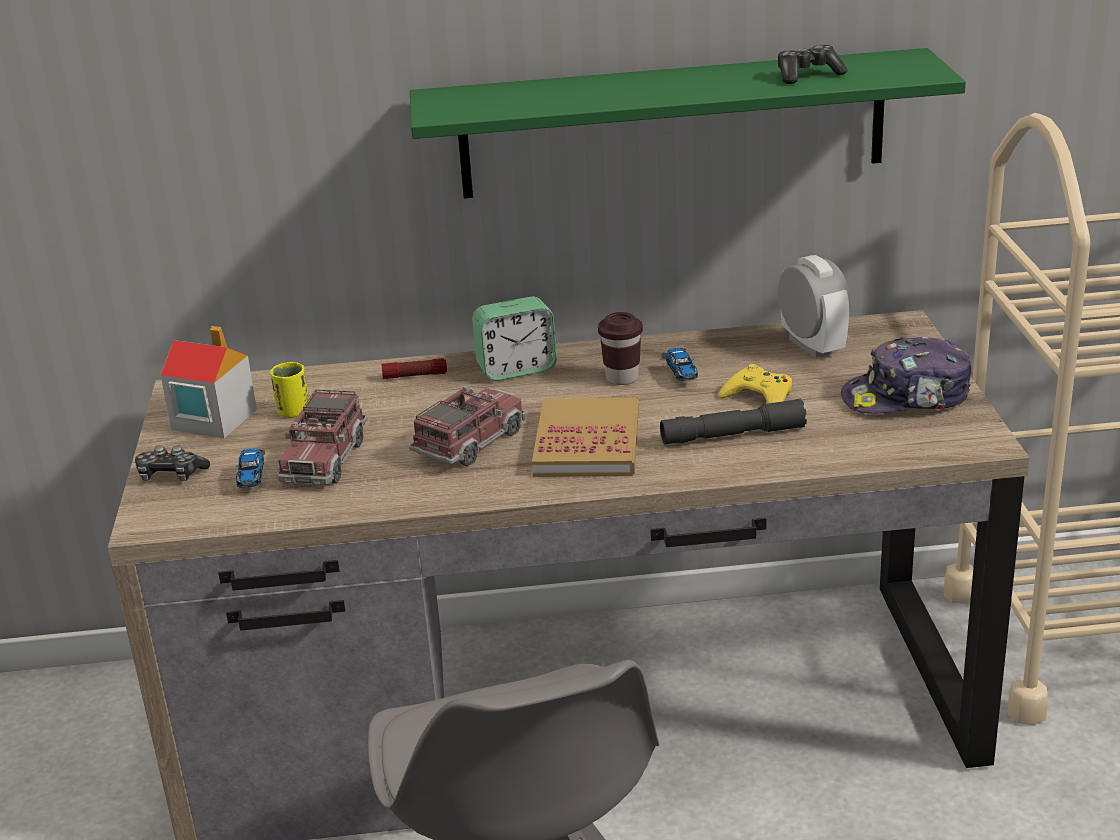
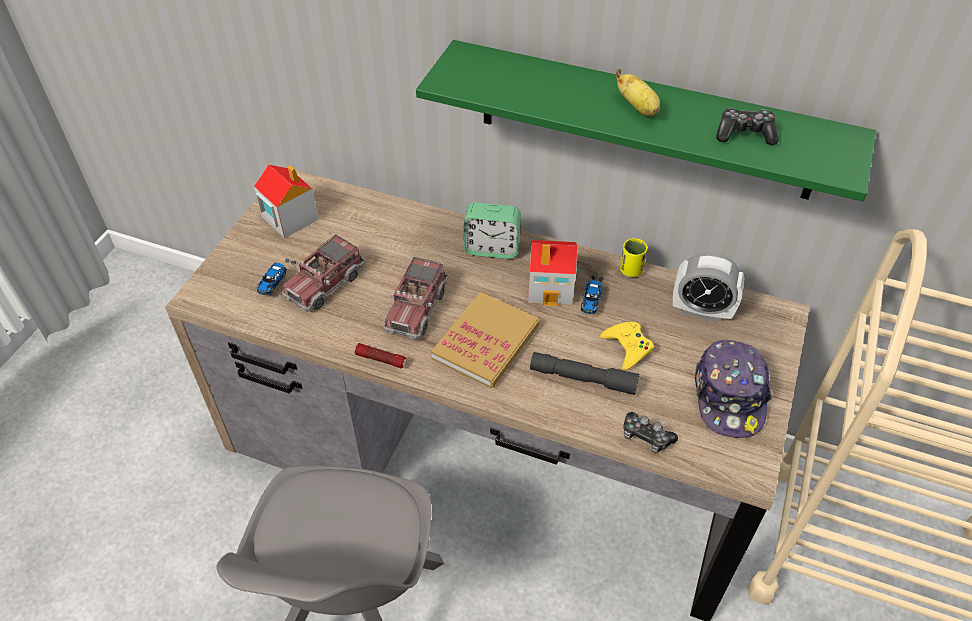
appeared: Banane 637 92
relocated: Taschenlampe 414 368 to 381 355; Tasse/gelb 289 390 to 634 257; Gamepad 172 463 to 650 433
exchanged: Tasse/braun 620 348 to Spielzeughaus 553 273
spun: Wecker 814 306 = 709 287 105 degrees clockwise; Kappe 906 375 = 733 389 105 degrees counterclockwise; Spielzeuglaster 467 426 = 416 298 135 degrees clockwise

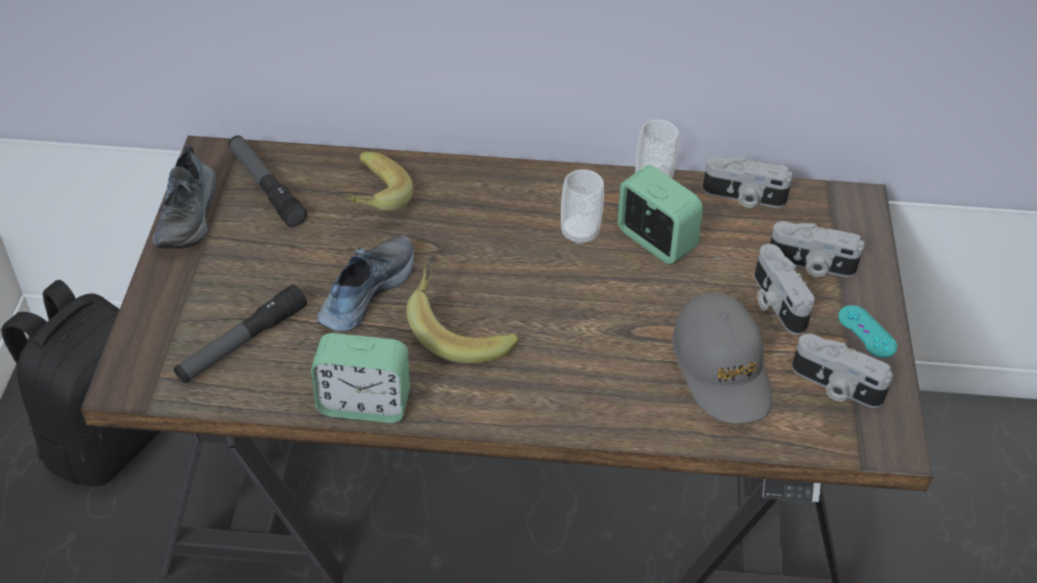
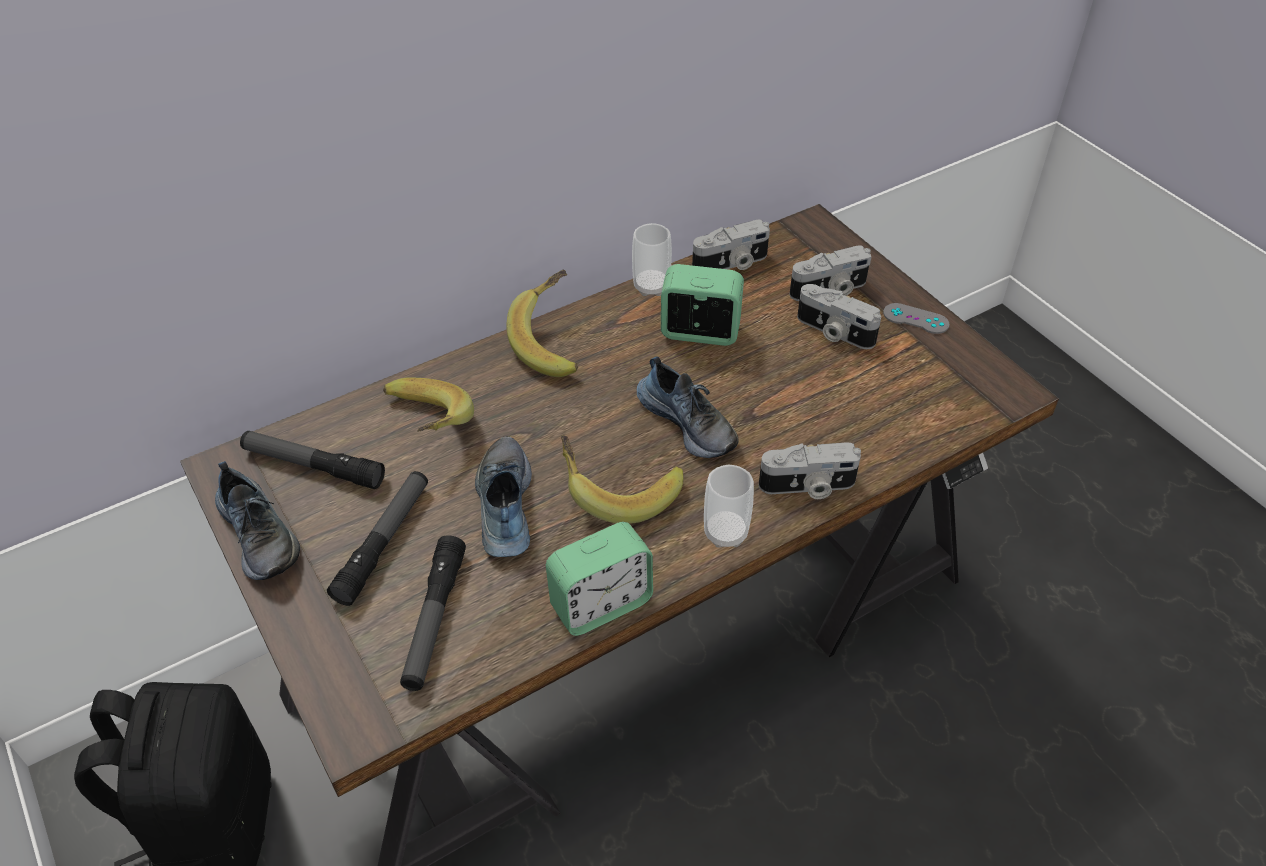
missing: Kappe/grau 723 358
appeared: Banane 542 323; Schuh 687 407; Taschenlampe 377 538
relocated: Tasse 582 207 to 729 506; Kamera 843 371 to 810 470
colour: Gamepad/türkis 867 331 to Gamepad/grau 916 318

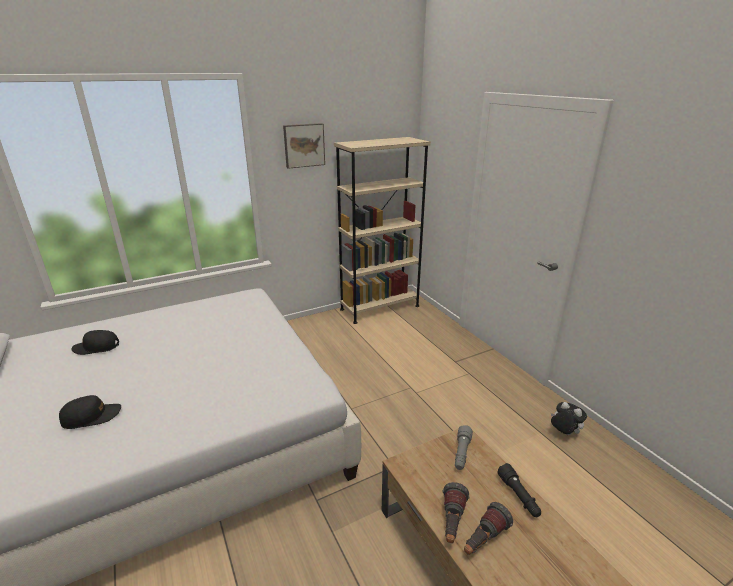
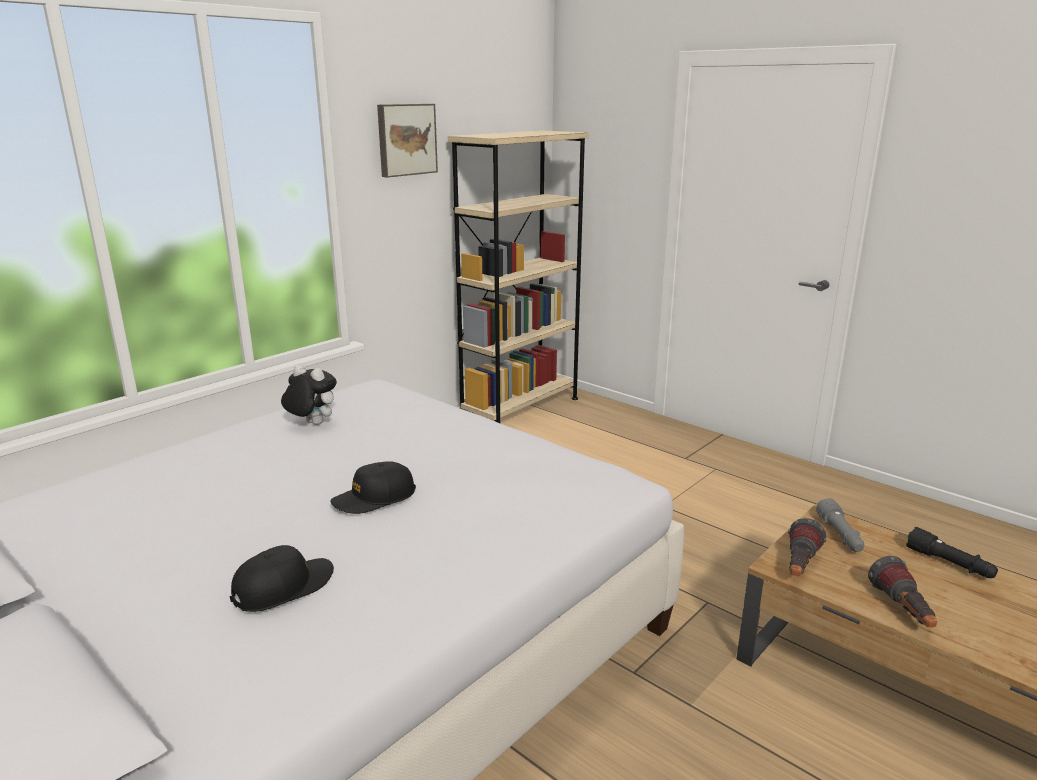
relocated: Kappe/schwarz 95 342 to 373 487; Plüschtier 569 418 to 309 395; Taschenlampe 488 528 to 807 547

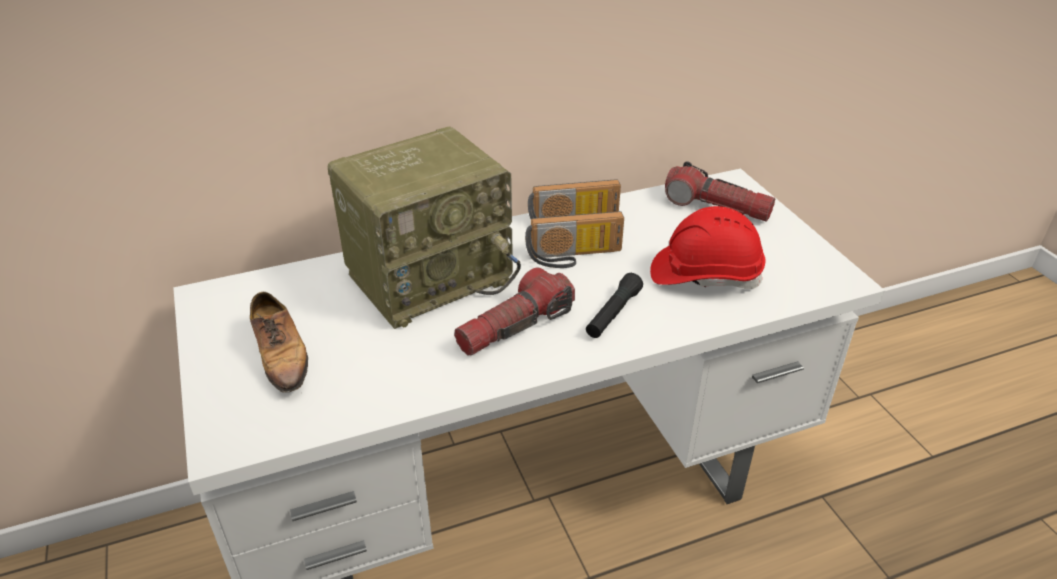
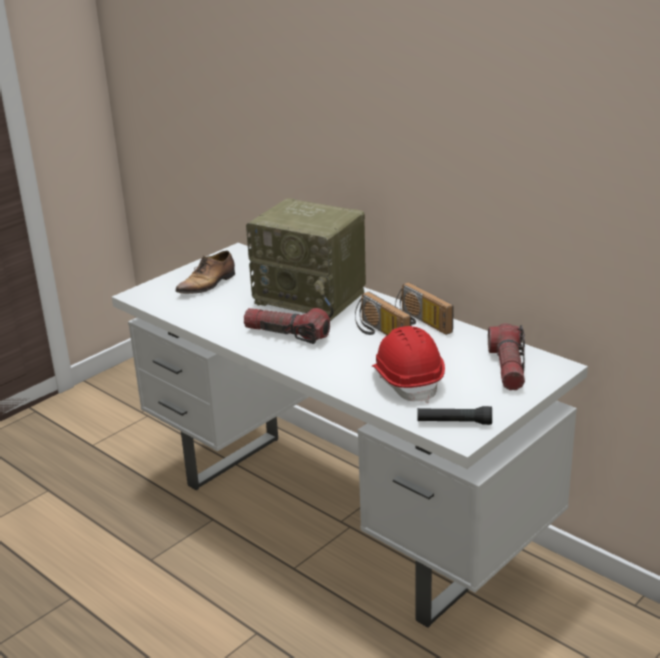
relocated: Taschenlampe/schwarz 614 305 to 454 415

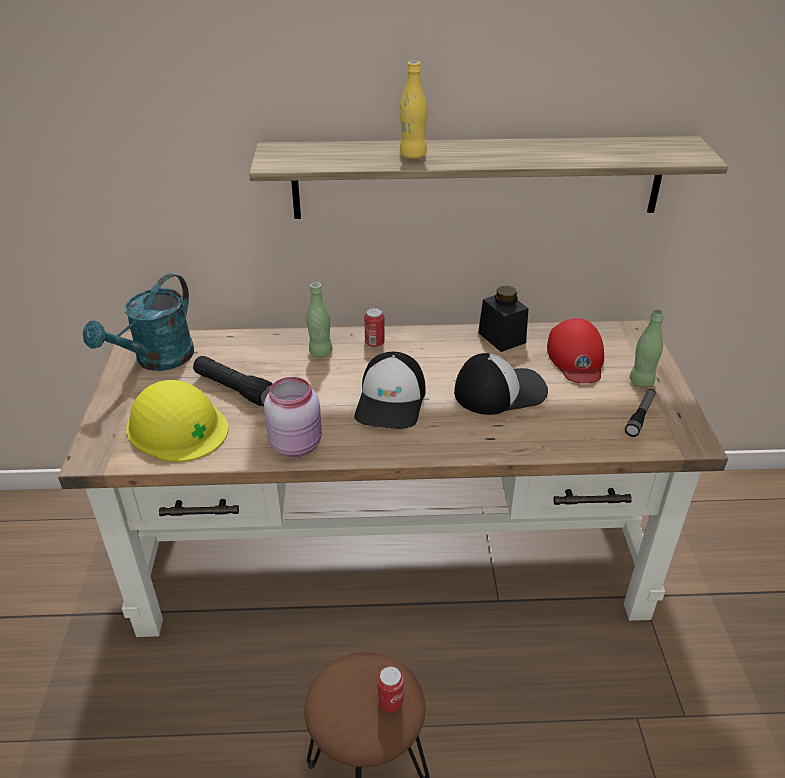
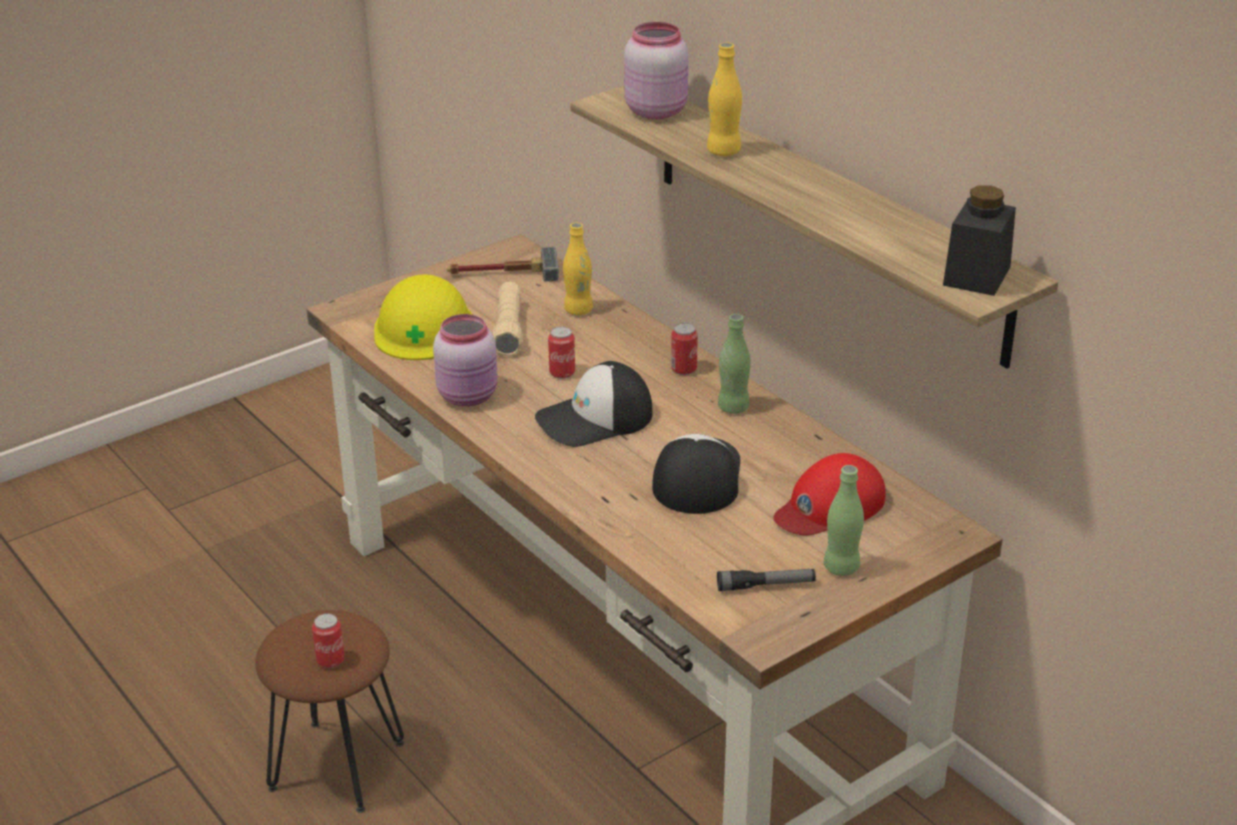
appeared: Vorratsglas/rosa 656 70; Flasche/gelb 578 269; Dose 561 353
relocated: Flasche/grün 319 319 to 734 364; Vorratsglas/schwarz 503 319 to 979 240
exchanged: Gießkanne/türkis 138 322 to Hammer 503 264
colour: Taschenlampe/schwarz 233 381 to Taschenlampe/beige 507 319
spun: Kappe 501 384 = 696 474 120 degrees counterclockwise

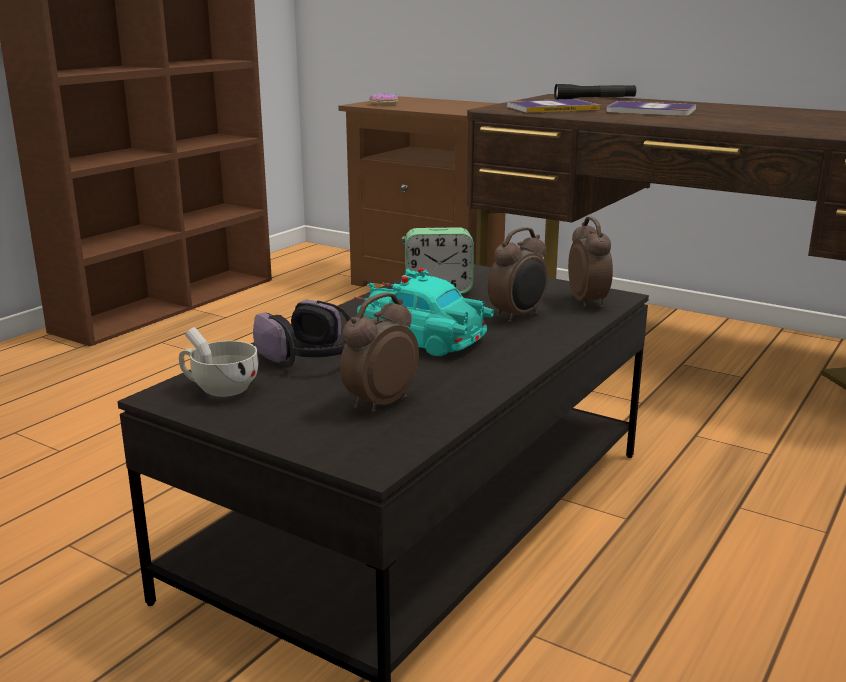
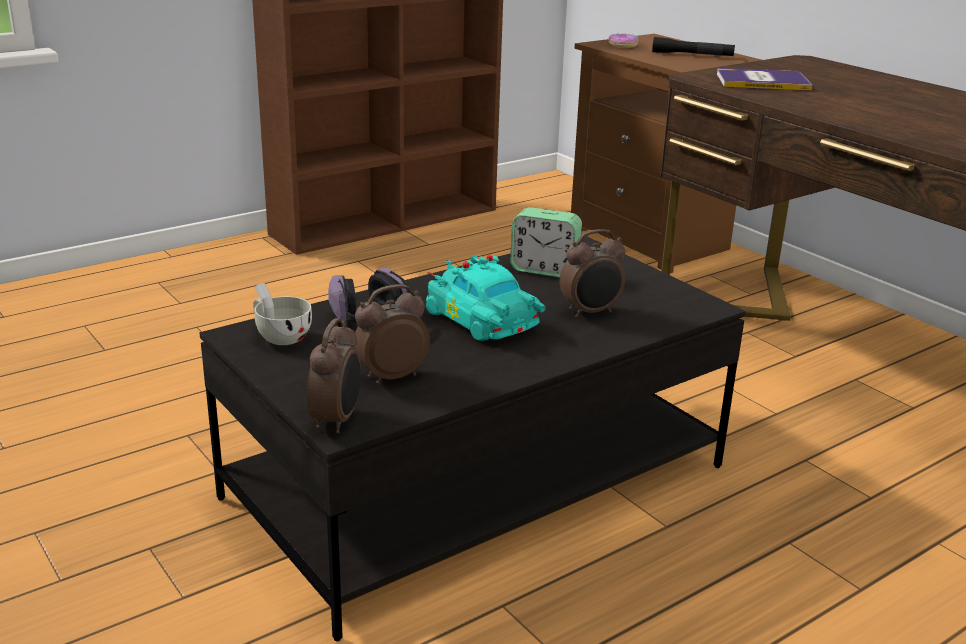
missing: Buch 651 108
relocated: Taschenlampe/schwarz 595 91 to 693 46; Wecker 590 262 to 334 376

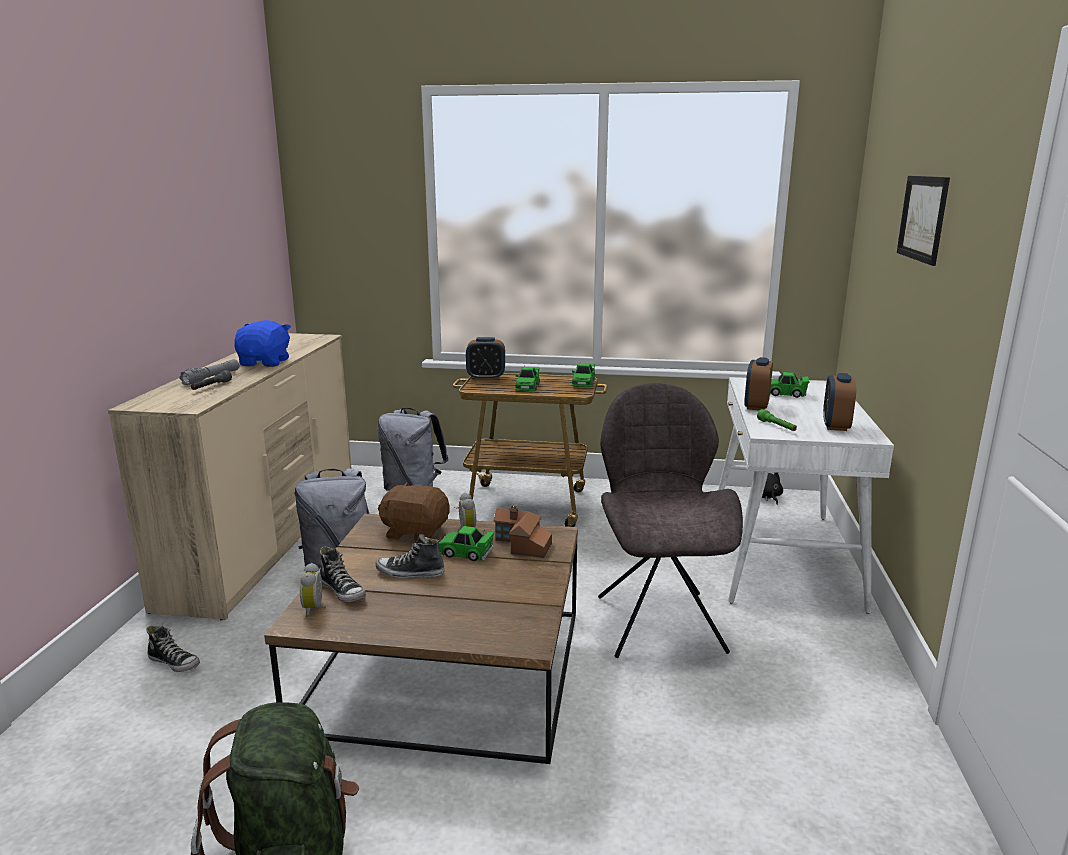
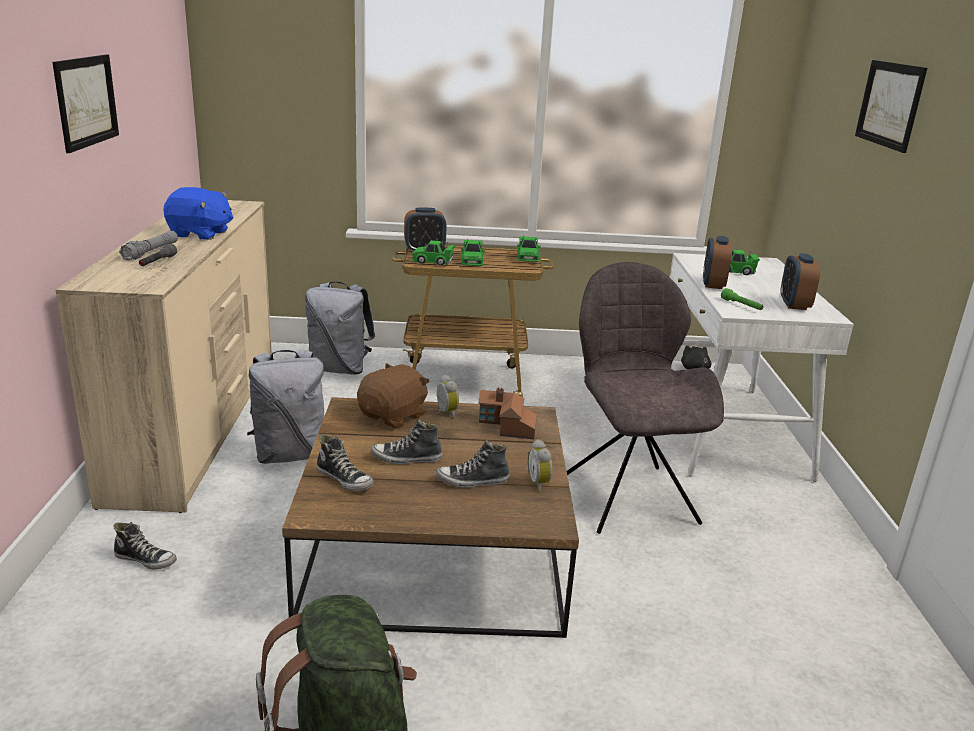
appeared: Bild 85 103; Schuh 473 464
relocated: Spielzeugauto/grün 466 543 to 433 252; Wecker 313 590 to 540 465
spun: Plüschtier/blau 263 343 = 198 213 105 degrees clockwise; Plüschtier/braun 414 512 = 393 396 120 degrees clockwise

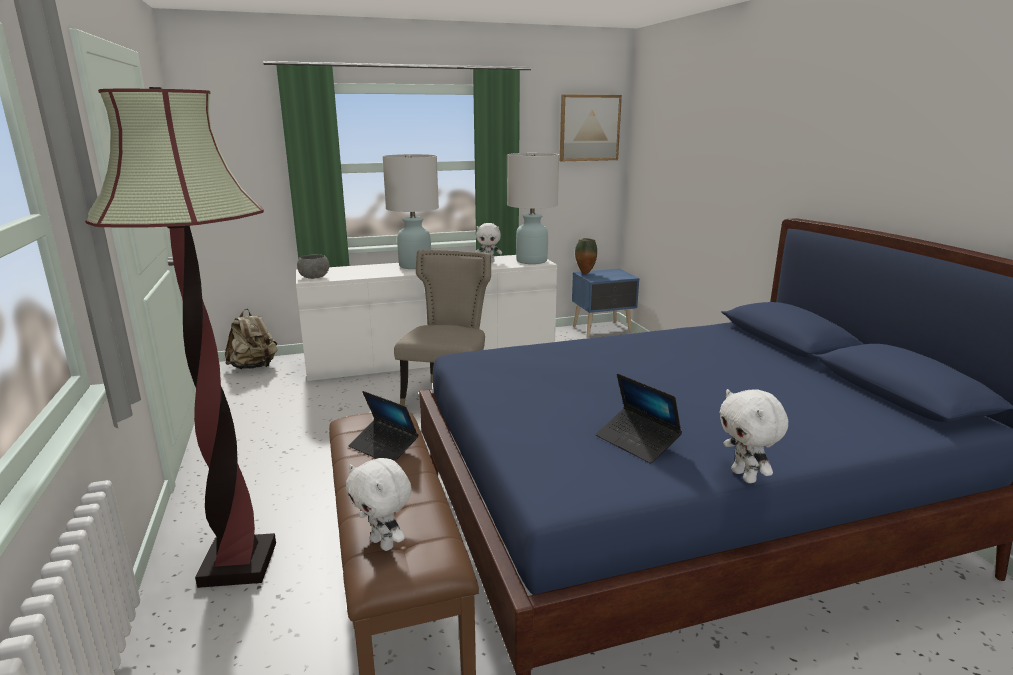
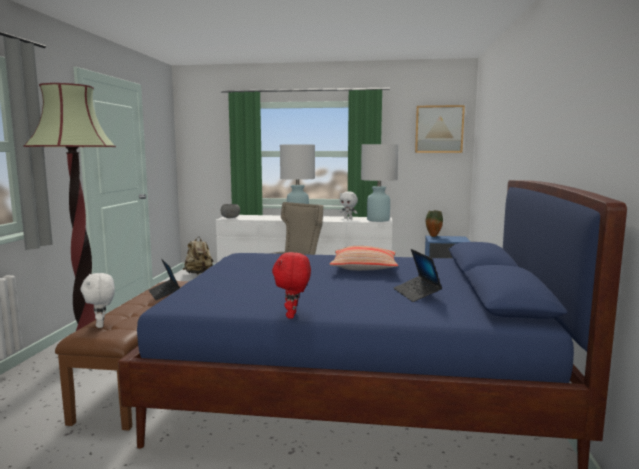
appeared: Kissen 363 258
relocated: Laptop 639 418 to 418 275
colour: Plüschtier/weiß 753 436 to Plüschtier/rot 291 285

